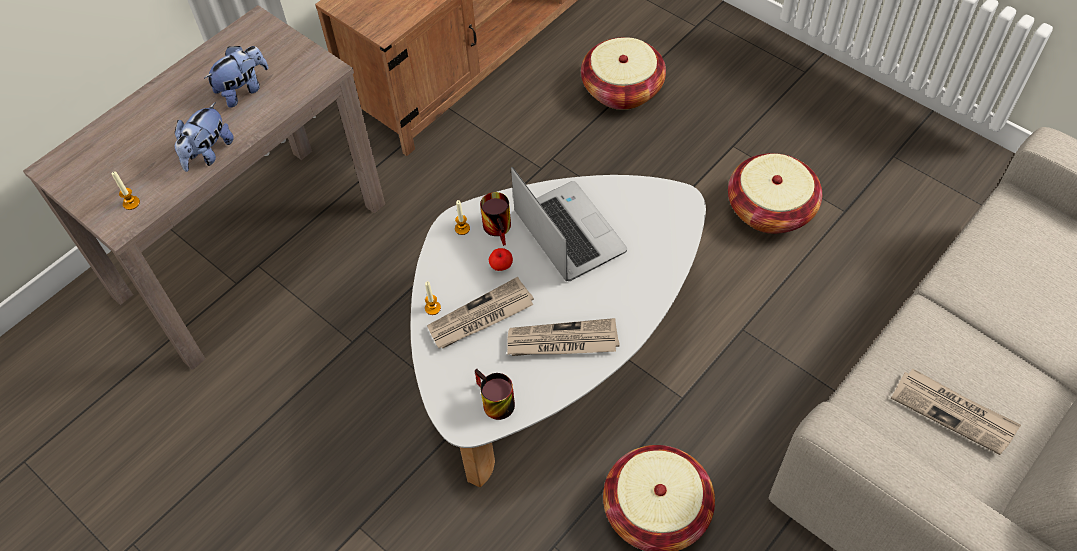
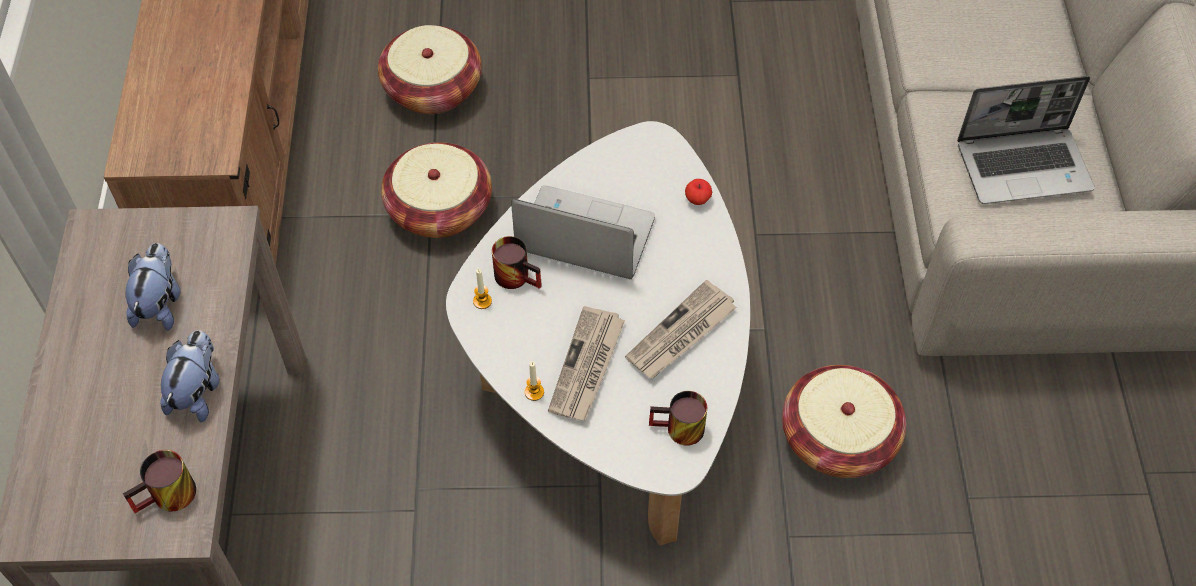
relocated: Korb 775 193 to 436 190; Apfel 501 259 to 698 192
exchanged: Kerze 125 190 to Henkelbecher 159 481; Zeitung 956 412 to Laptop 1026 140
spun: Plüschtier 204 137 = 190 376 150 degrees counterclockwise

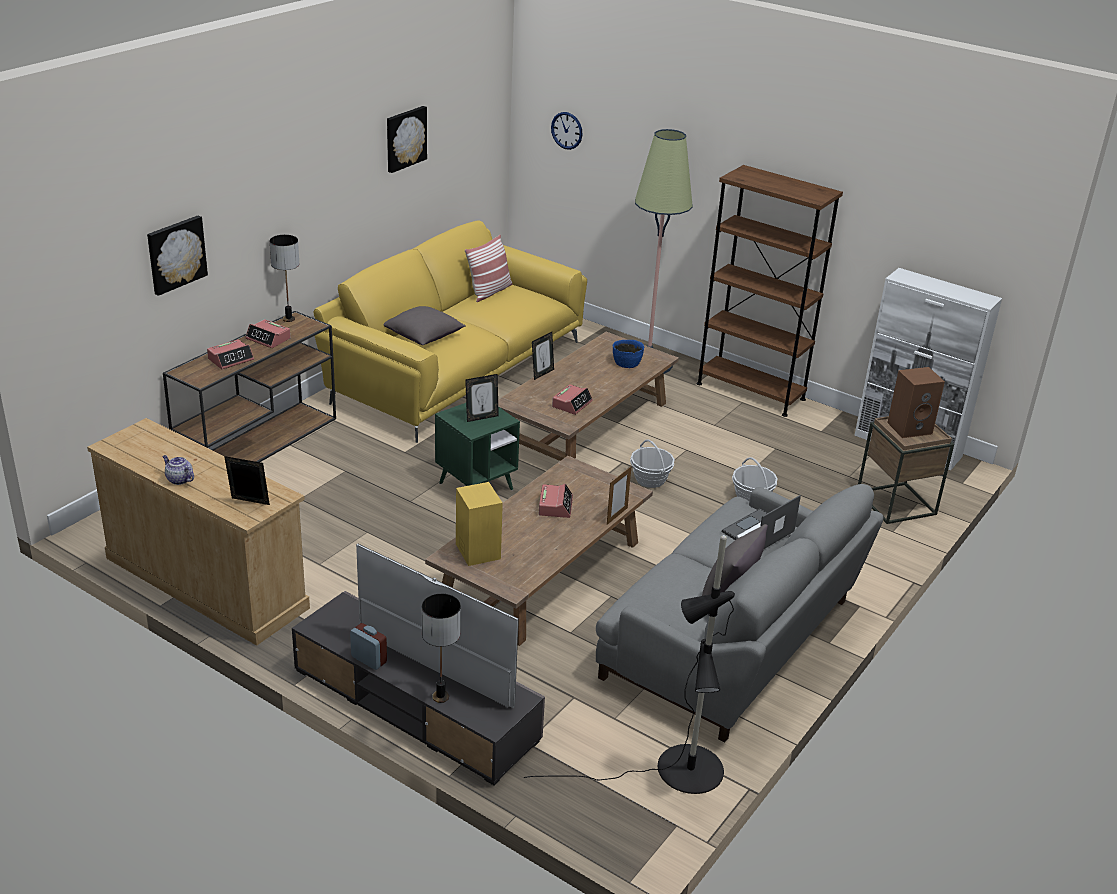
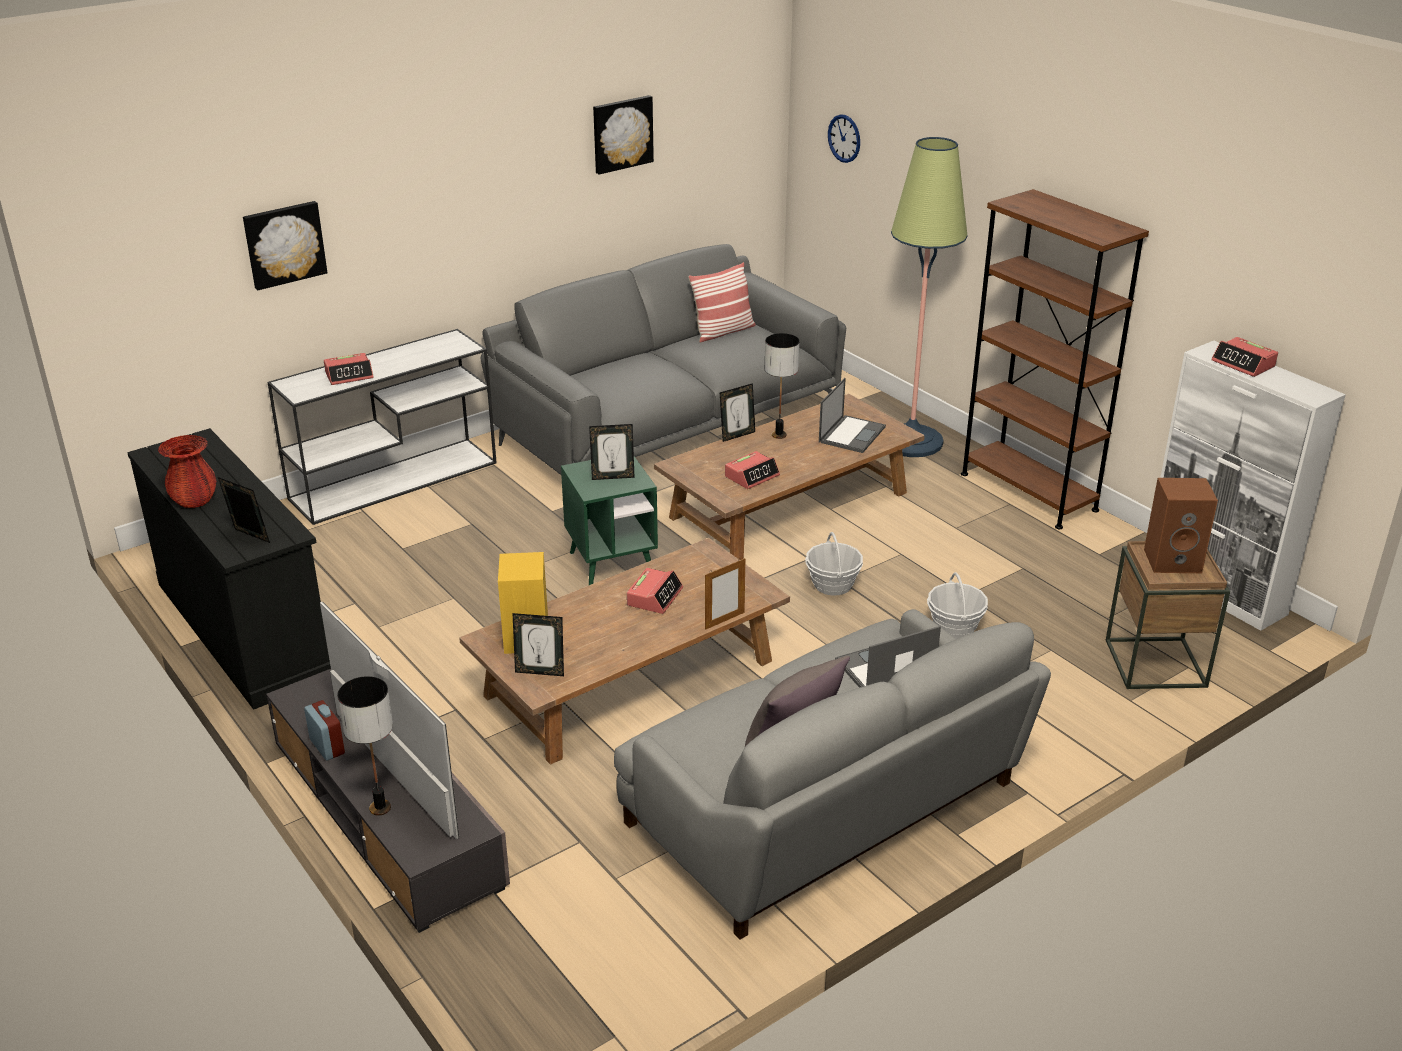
missing: Kissen/grau 425 325; Stehlampe/schwarz 629 664
appeared: Bilderrahmen 538 644
relocated: Tischlampe 284 278 to 782 386; Wecker 267 333 to 1245 357
exchanged: Schüssel/blau 628 354 to Laptop 852 415; Teekanne 178 470 to Vase/rot 187 471
colour: Sofa/gelb 450 331 to Sofa/grau 663 359; Konsolentisch/braun 249 386 to Konsolentisch/weiß 382 427; Kommode/beige 198 532 to Kommode/schwarz 229 569

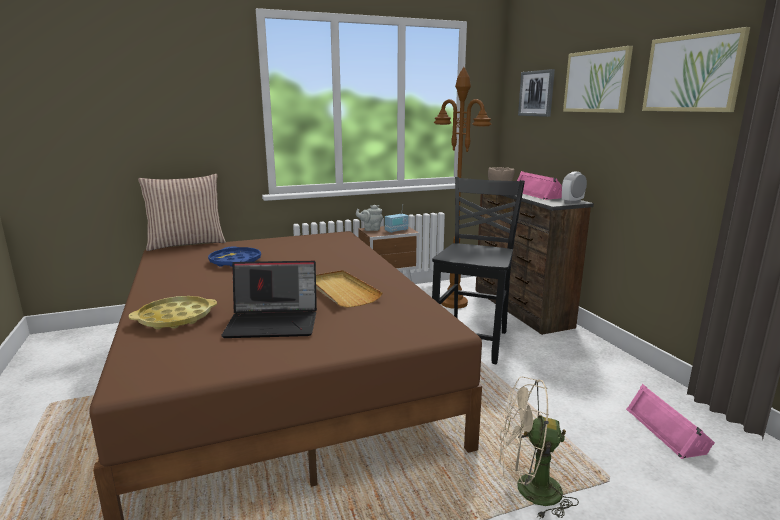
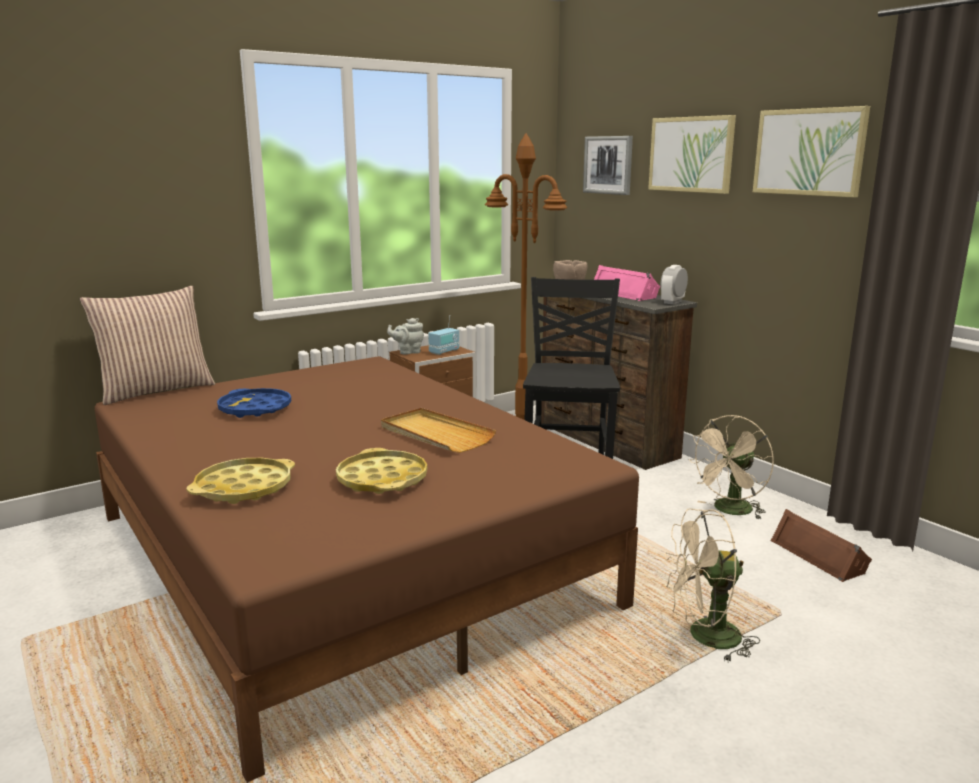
appeared: Ventilator/beige 731 467
exchanged: Laptop 269 299 to Tablett/gelb 381 471
colour: Lautsprecher/rosa 670 421 to Lautsprecher/braun 821 545

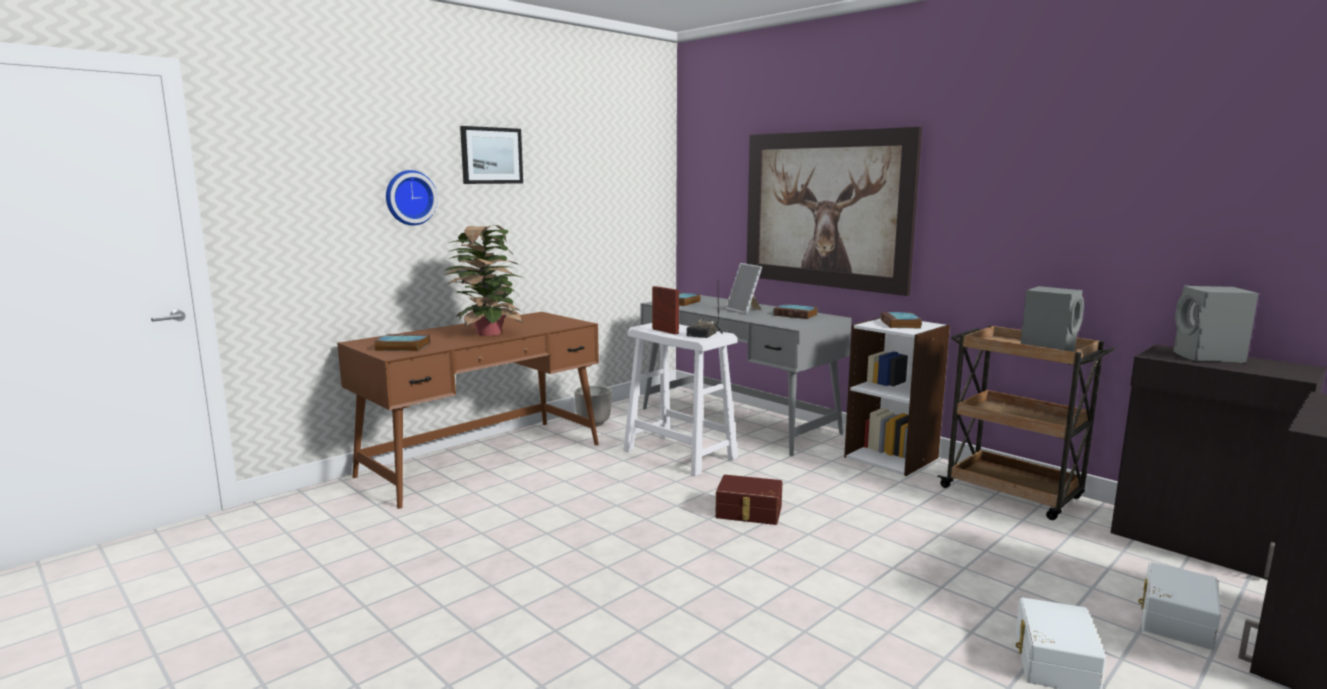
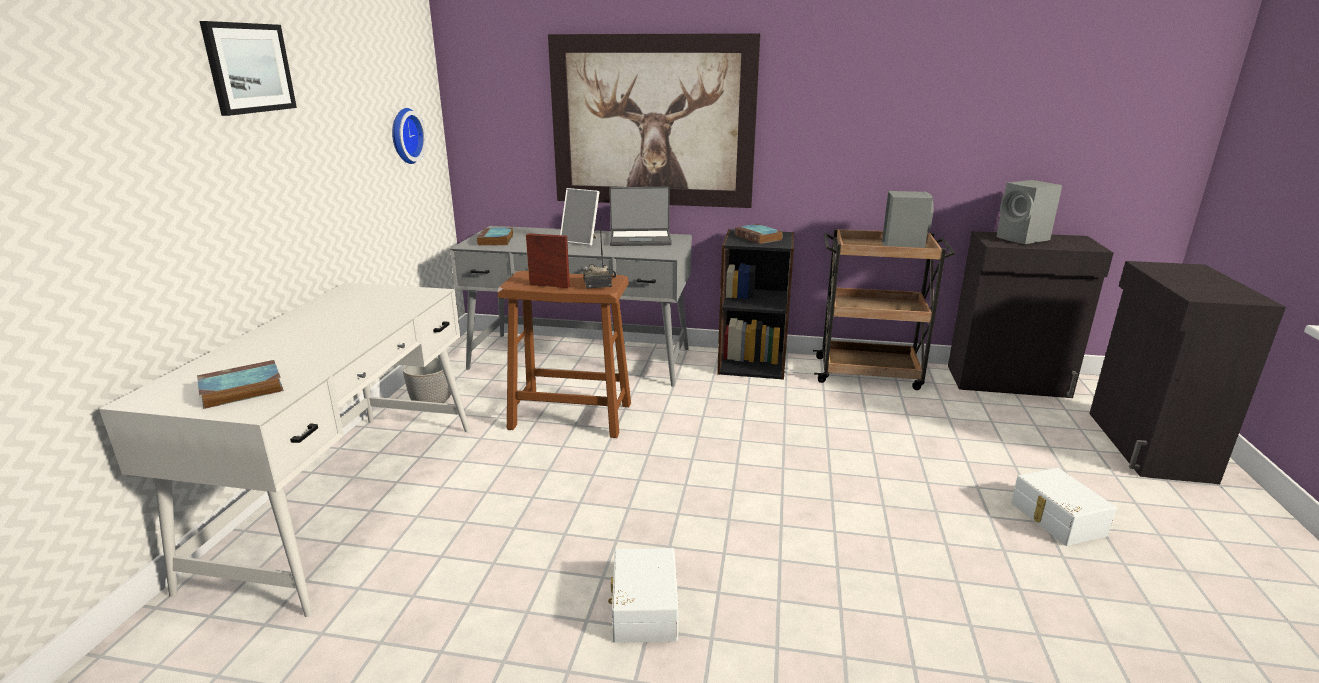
missing: Topfpflanze 484 280; Aufbewahrungsbox/braun 748 500
relocated: Wanduhr 412 197 to 409 136; Aufbewahrungsbox/weiß 1179 606 to 643 595
exchanged: Buch 795 311 to Laptop 640 216
colour: Schreibtisch/braun 468 410 to Schreibtisch/weiß 284 449; Bücherregal/weiß 897 396 to Bücherregal/schwarz 755 304; Hocker/weiß 680 399 to Hocker/braun 564 354

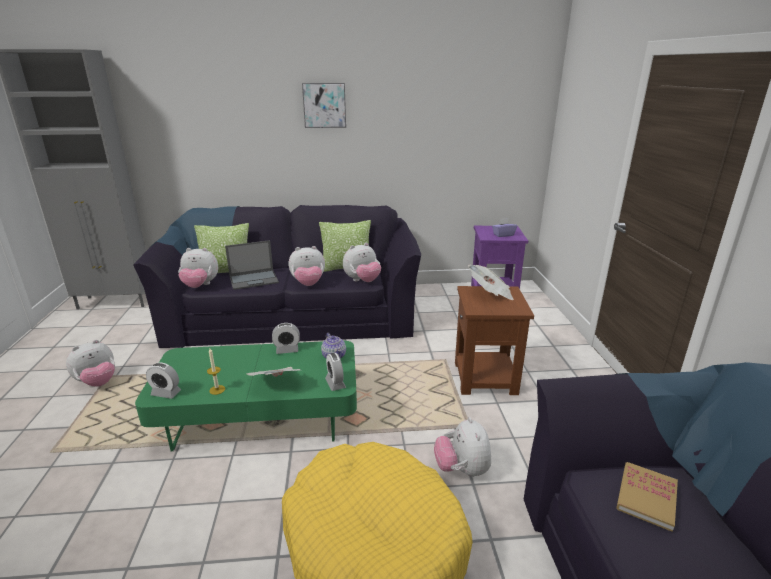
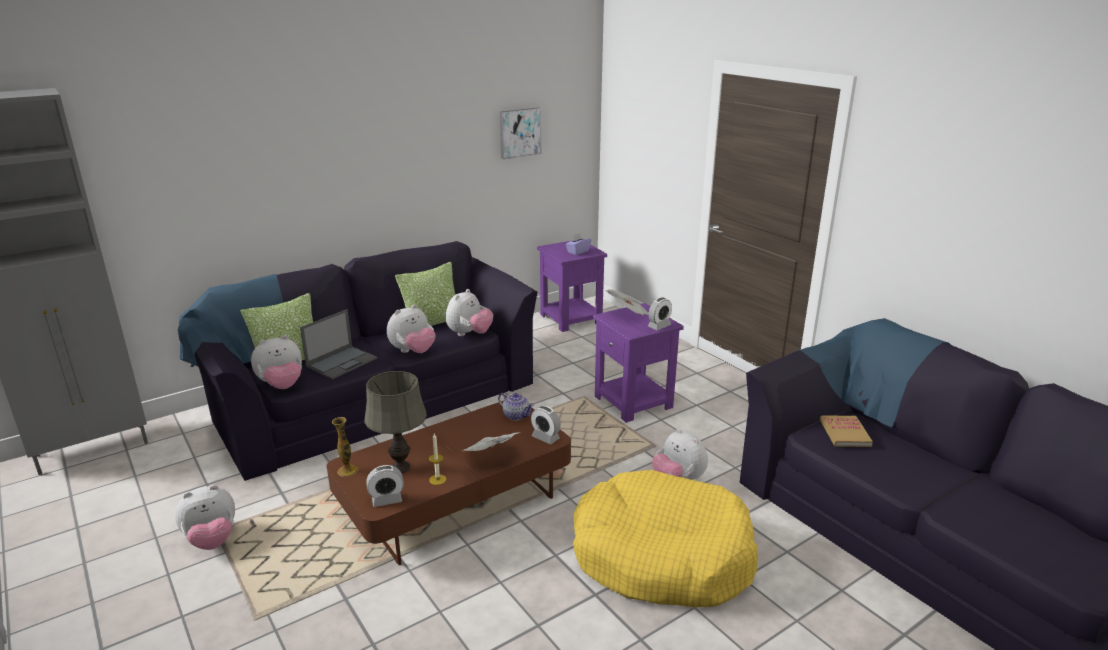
appeared: Tischlampe/grau 396 422; Vase 345 447
relocated: Bild 324 105 to 521 133; Wecker 286 338 to 660 313
colour: Beistelltisch/braun 494 340 to Beistelltisch/lila 638 363; Couchtisch/grün 246 396 to Couchtisch/braun 449 483
spun: Plüschtier 90 363 = 205 517 45 degrees clockwise

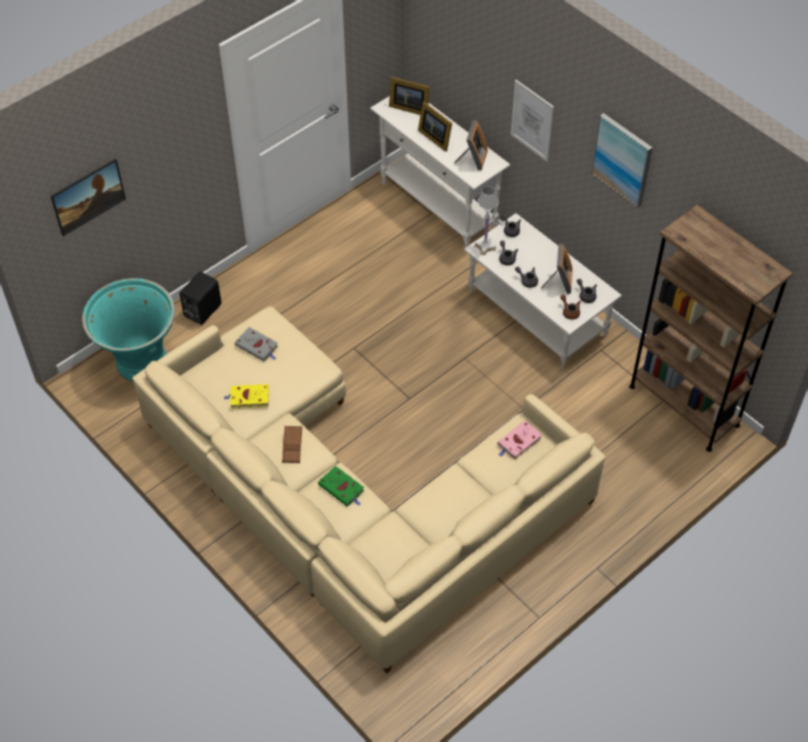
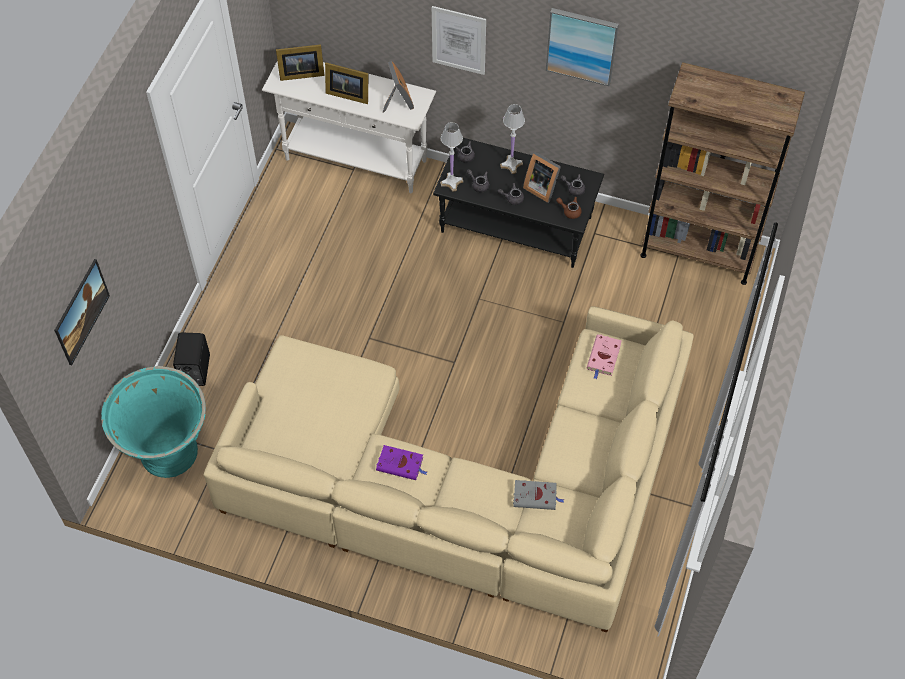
missing: Buch/gelb 246 396; Buch/grün 341 486
appeared: Tischlampe/weiß 512 139
relocated: Buch/grau 256 344 to 538 495
exchanged: Tablett/braun 292 444 to Buch/lila 401 462
colour: Couchtisch/weiß 543 291 to Couchtisch/schwarz 518 203
spun: Bilderrahmen 557 269 = 542 177 150 degrees clockwise

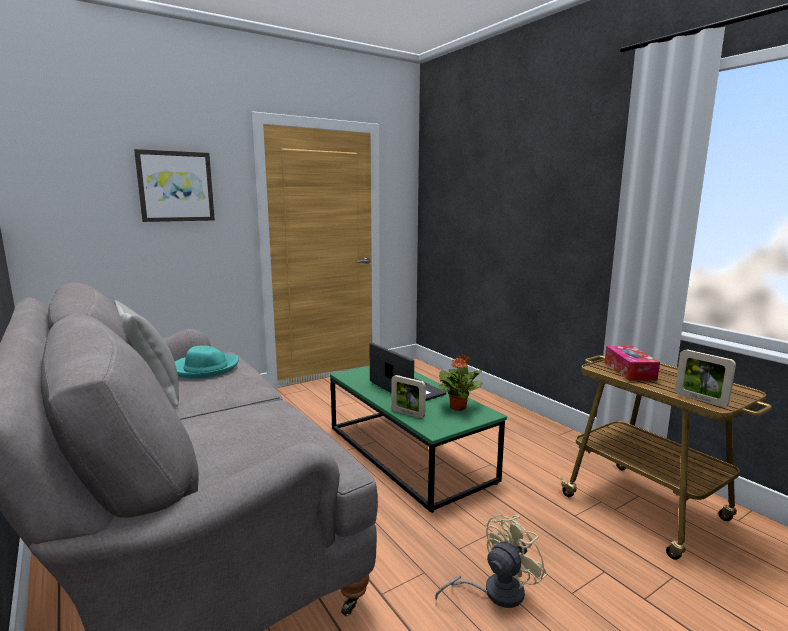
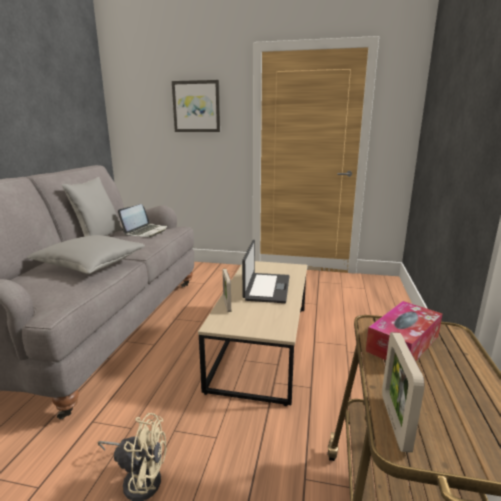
missing: Topfpflanze 460 383
appeared: Kissen/grau 86 254
exchanged: Hut/türkis 207 362 to Laptop 142 220
colour: Couchtisch/grün 418 439 to Couchtisch/beige 252 333

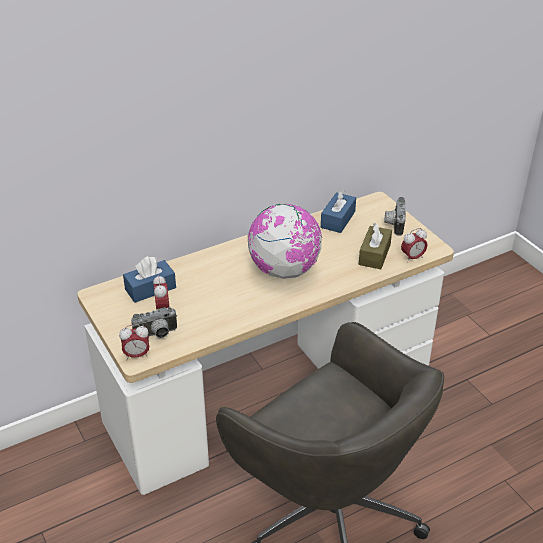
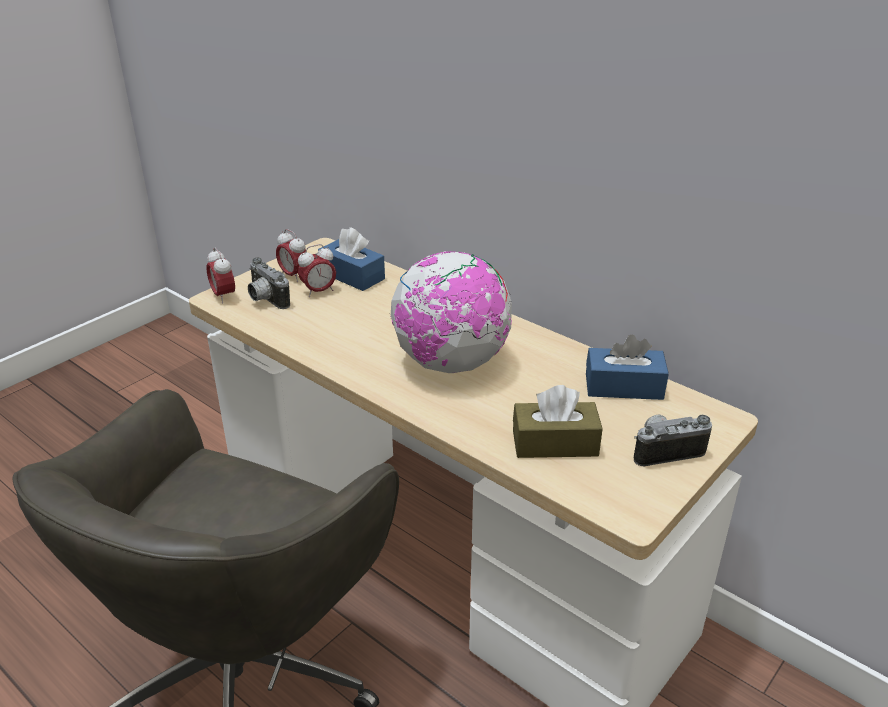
relocated: Wecker 414 245 to 291 255

